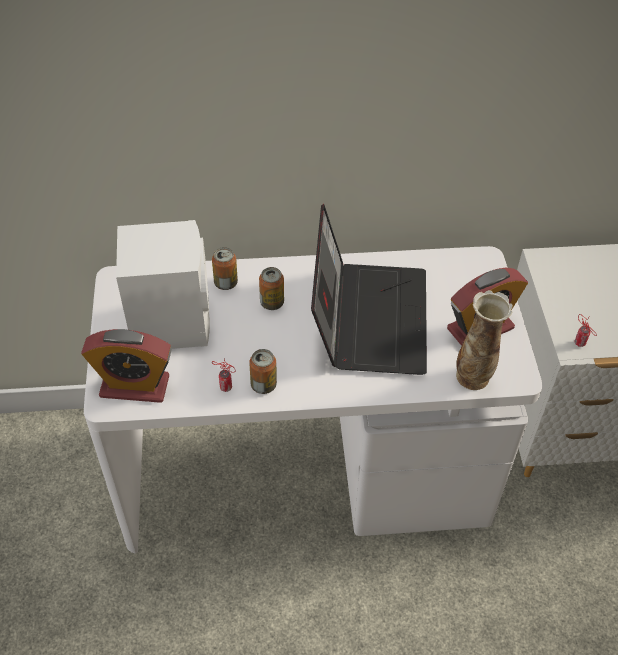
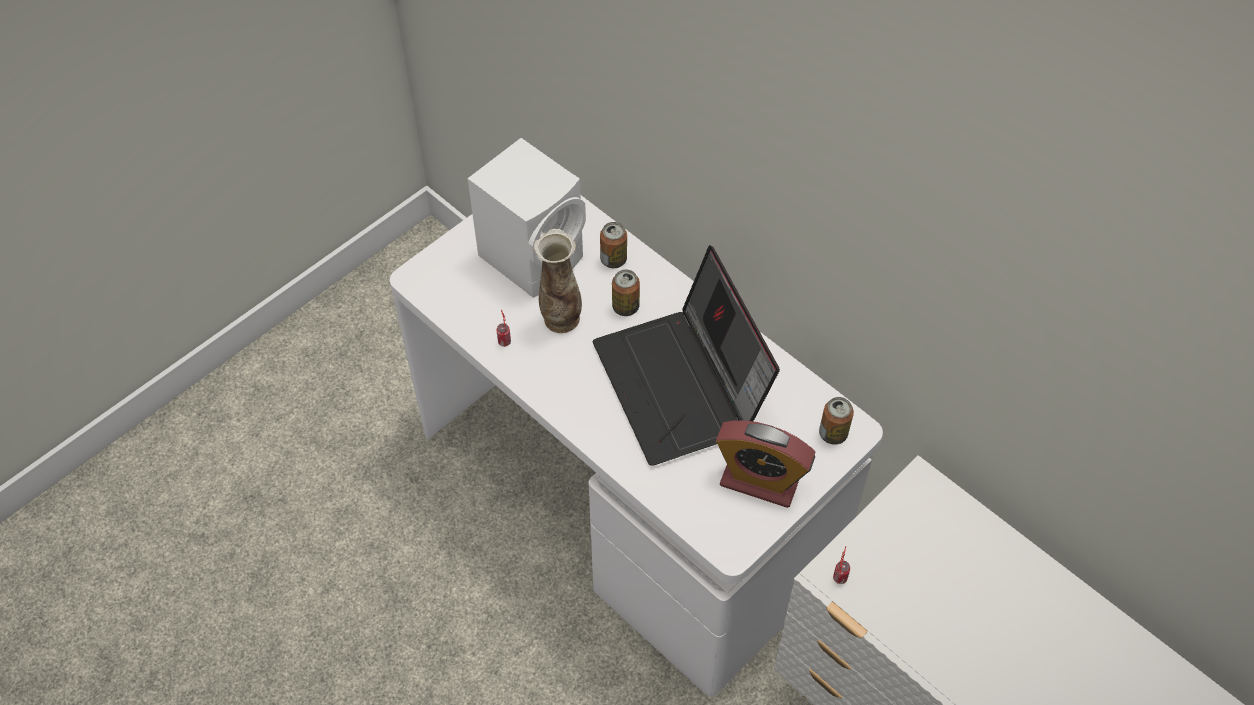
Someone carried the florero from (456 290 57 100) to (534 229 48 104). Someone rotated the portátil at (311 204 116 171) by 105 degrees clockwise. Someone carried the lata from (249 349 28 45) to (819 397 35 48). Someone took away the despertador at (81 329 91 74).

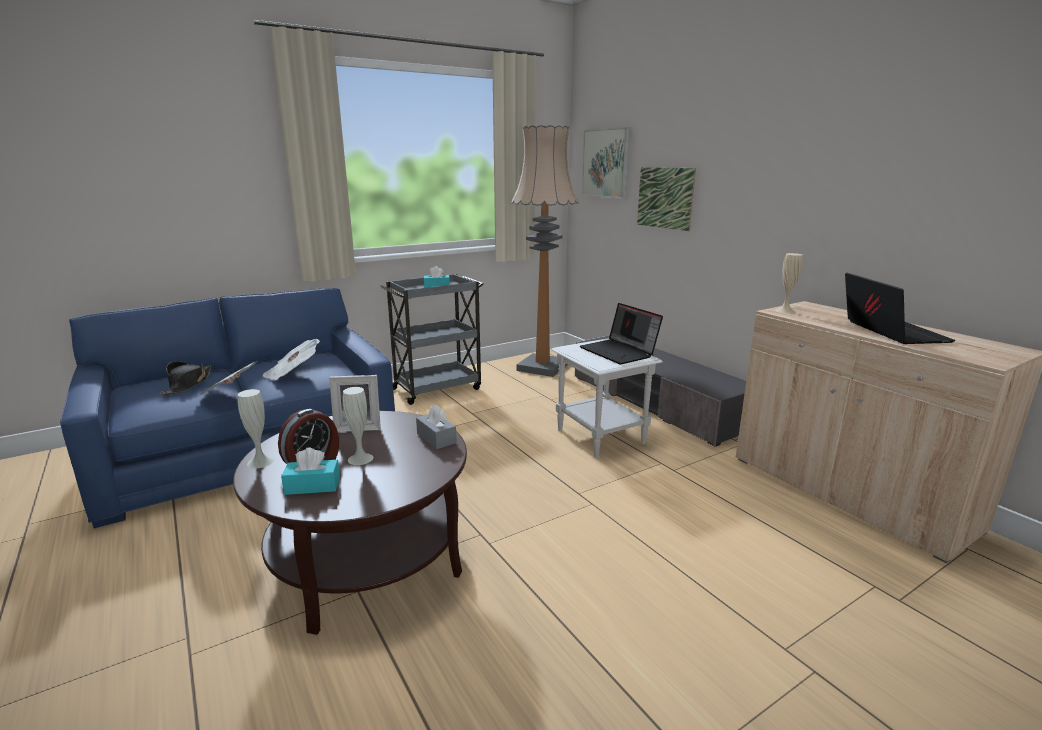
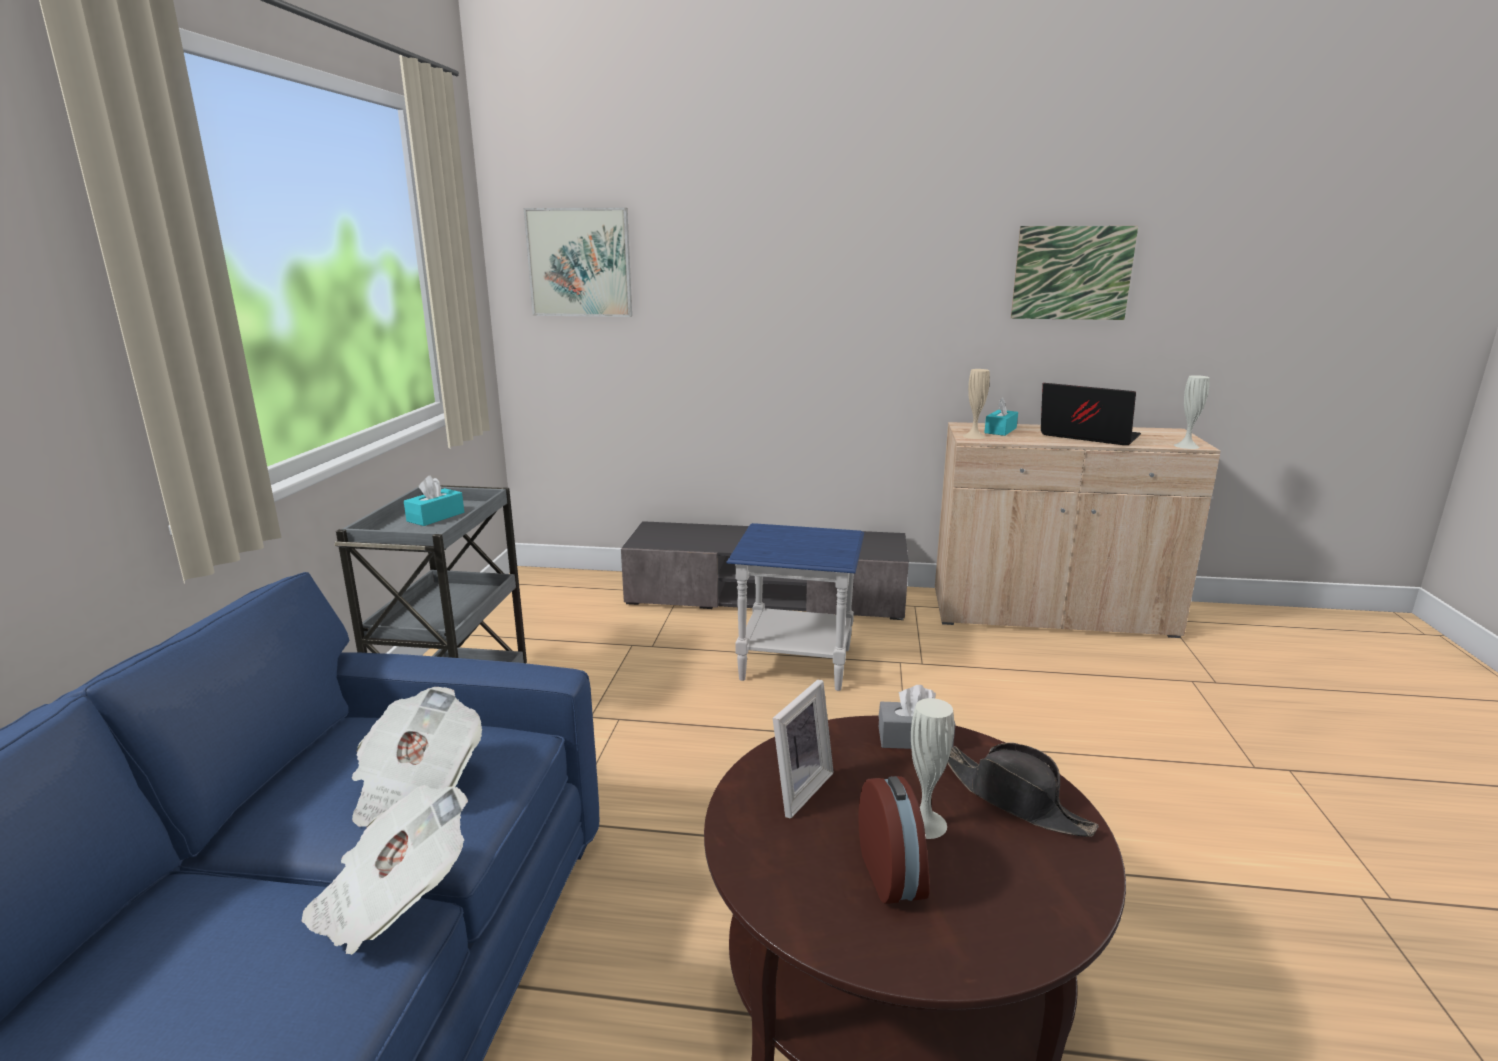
Someone repainted the mesa auxiliar [blanco] at (551 338 112 120), which became the mesa auxiliar [azul] at (726 523 138 168). Someone carried the sombrero [negro] from (160 361 51 34) to (947 742 152 95). Someone carried the caja de pañuelos [turquesa] from (281 447 59 48) to (984 397 34 39). Someone carried the cuadro from (637 167 59 64) to (1011 226 127 94). Someone carried the florero [blanco] from (238 389 36 80) to (1174 375 36 74). Someone took away the lámpara de pie at (511 125 68 252). Someone took away the portátil at (580 303 83 61).

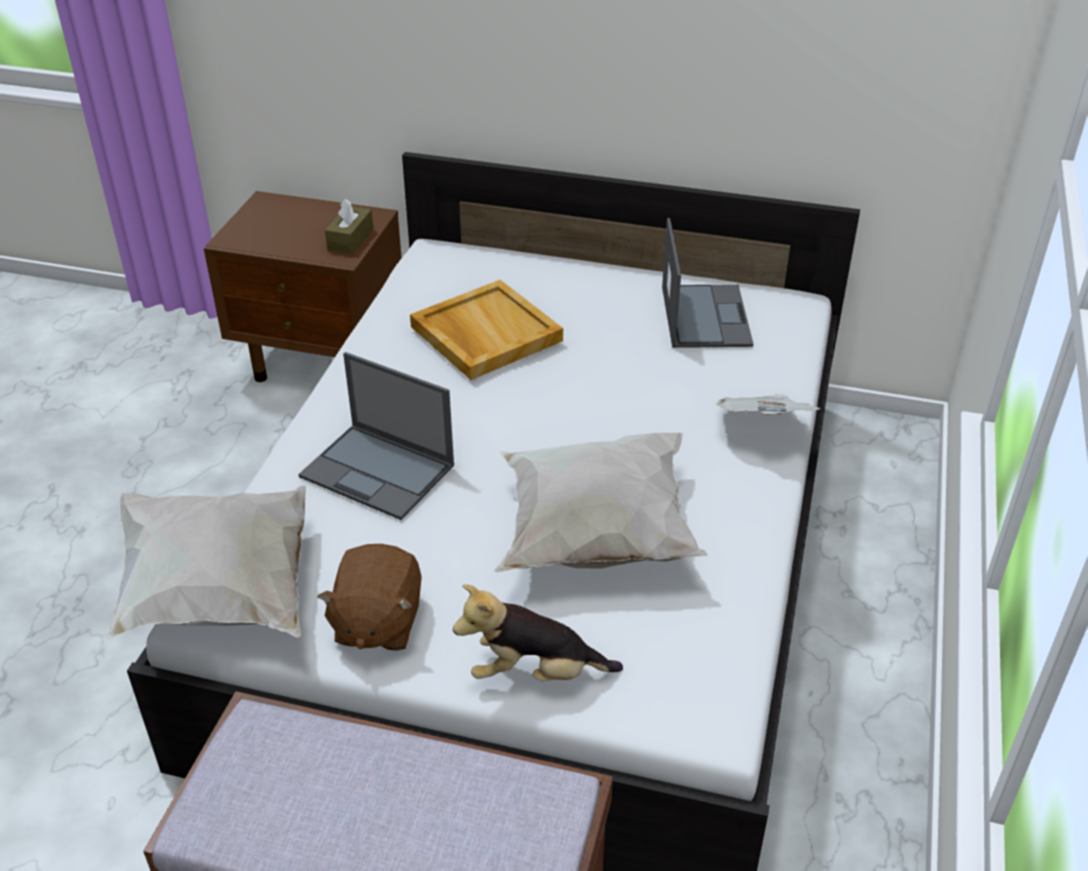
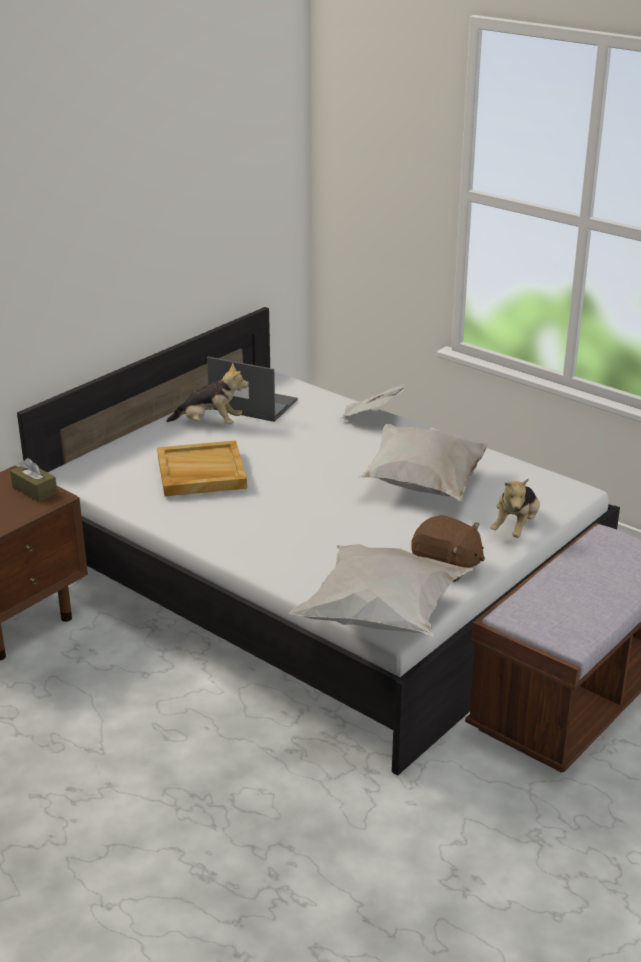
Someone put down the peluche at (166 363 83 61). Someone took away the portátil at (299 352 155 168).

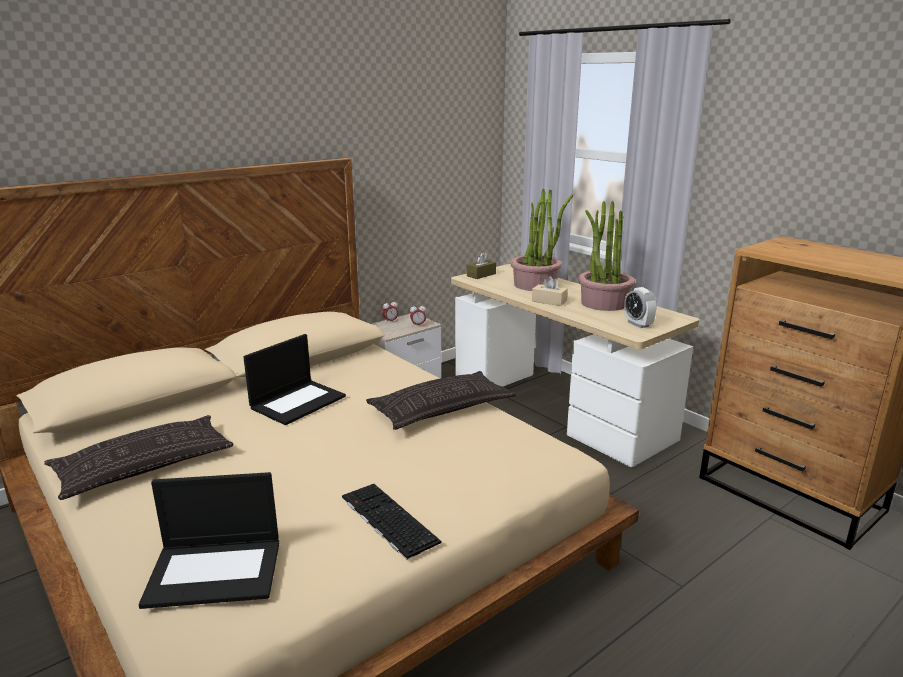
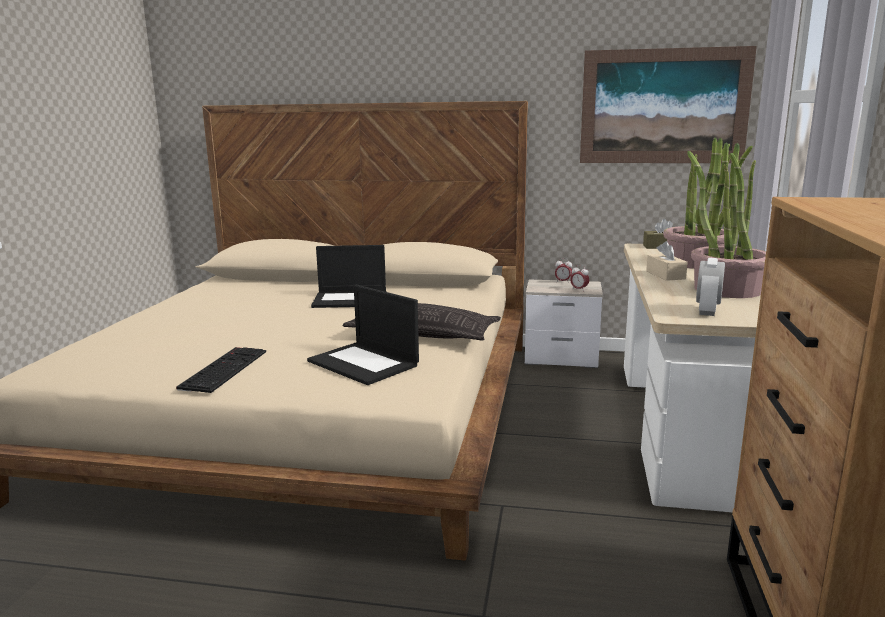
Someone carried the portátil from (138 472 141 137) to (307 284 112 101). Someone put up the cuadro at (580 46 177 117). Someone took away the cojín at (44 415 189 85).

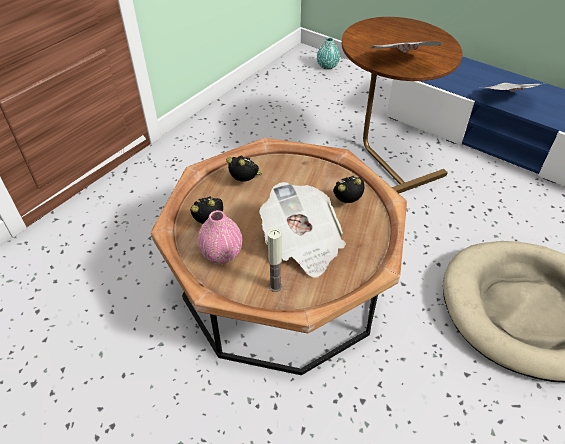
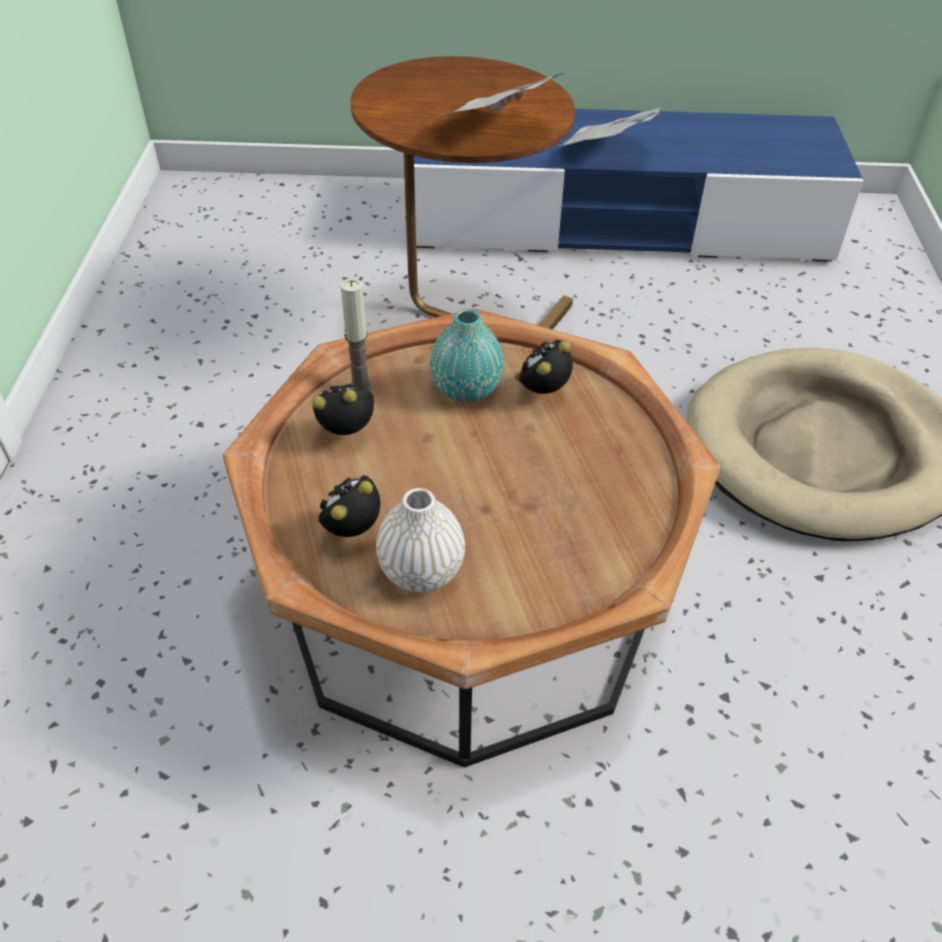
Someone carried the vela from (268 229 15 63) to (341 279 31 112). Someone repainted the florero [rosa] at (198 210 45 53), which became the florero [blanco] at (376 488 89 105). Someone carried the florero [turquesa] from (317 38 23 32) to (430 309 74 93). Someone took away the periódico at (259 182 87 95).

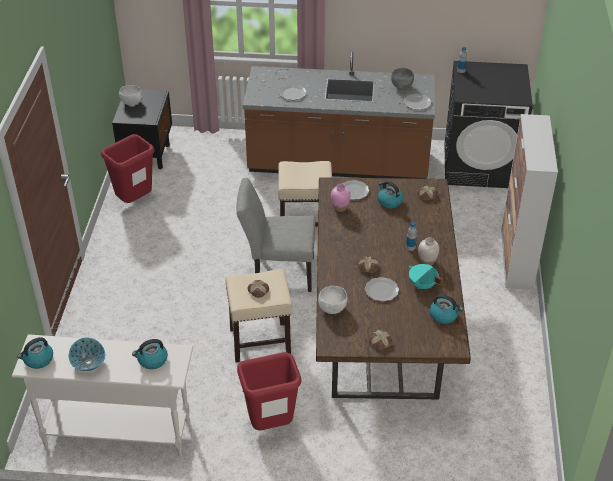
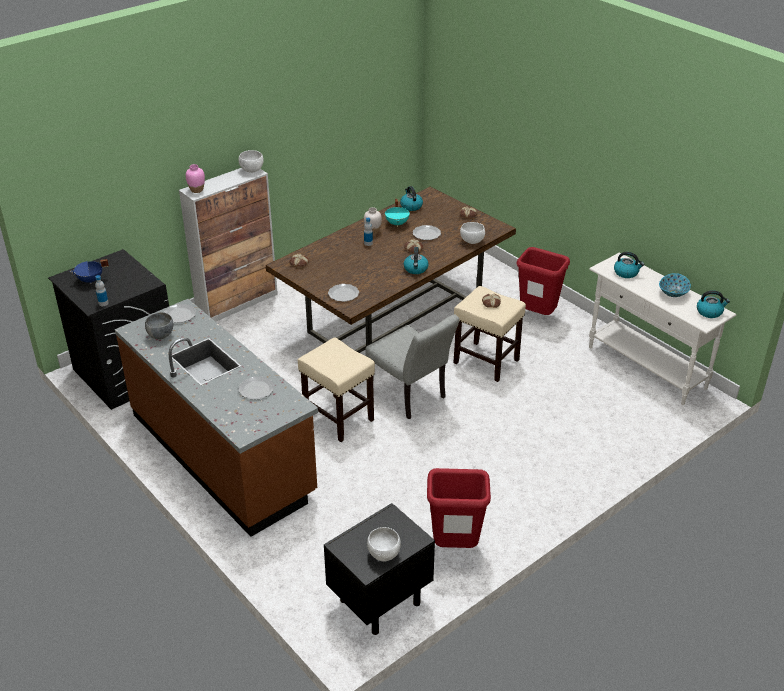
Someone put down the olla [azul] at (70 259 39 25). Someone carried the florero [rosa] from (331 184 20 28) to (186 164 19 29). Someone put down the cuenco [blanco] at (238 150 26 23). Someone carried the hervidor from (378 181 26 27) to (404 247 25 27).

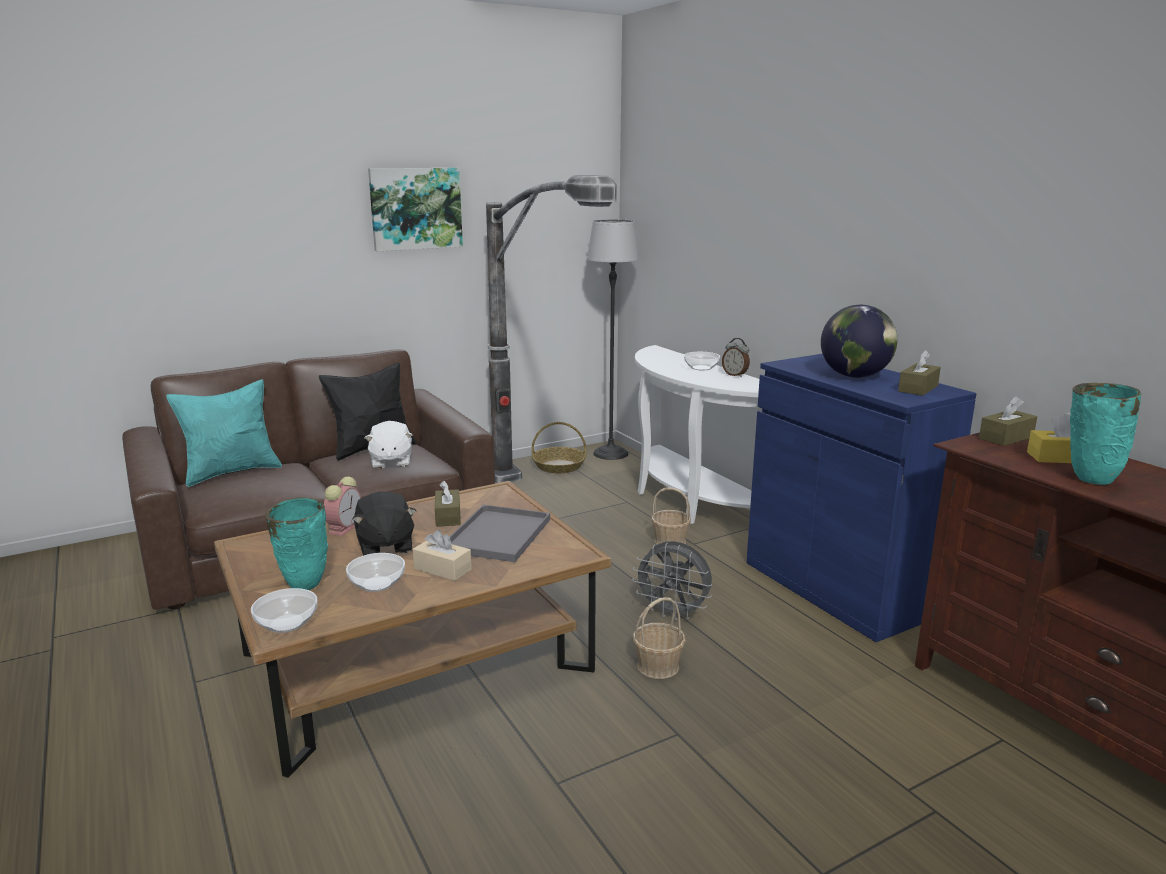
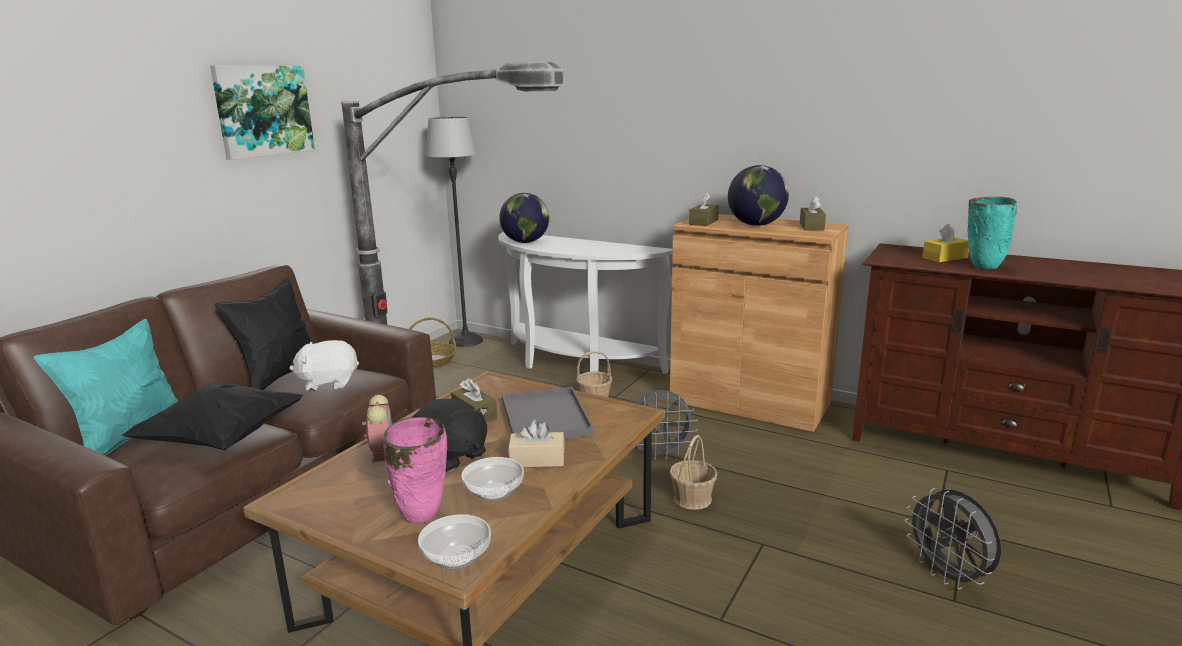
Someone put down the cojín [negro] at (122 384 181 66). Someone rotated the peluche [blanco] at (365 421 48 48) by 120 degrees clockwise. Someone repainted the florero [turquesa] at (265 497 63 93), which became the florero [rosa] at (383 417 64 107). Someone put down the globo terráqueo at (499 193 50 50). Someone repainted the armario [azul] at (746 354 231 288), which became the armario [marrón] at (670 214 179 218). Someone carried the caja de pañuelos [marrón] from (979 396 58 50) to (689 192 30 34). Someone put down the ventilador [gris] at (904 488 98 101). Someone took away the cuenco at (684 352 36 19). Someone took away the despertador at (722 338 28 39).

